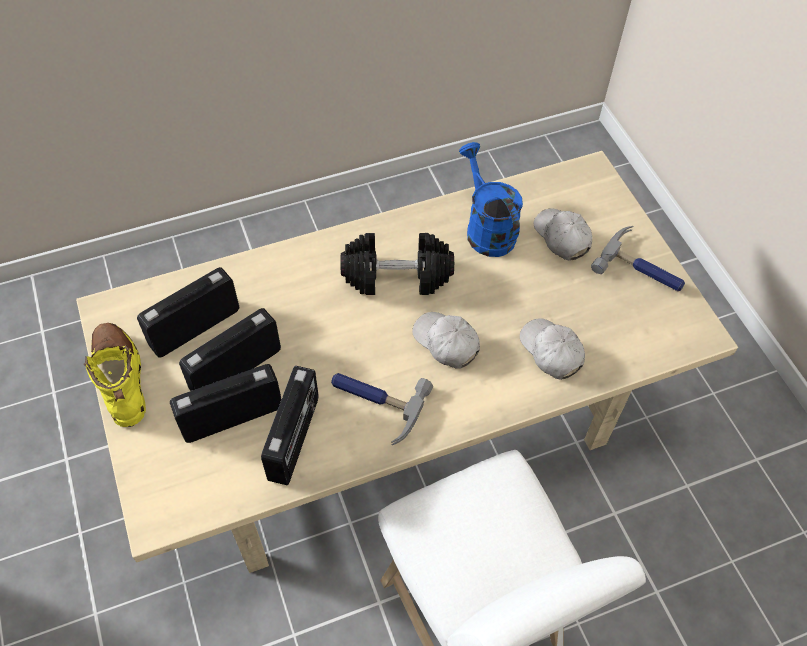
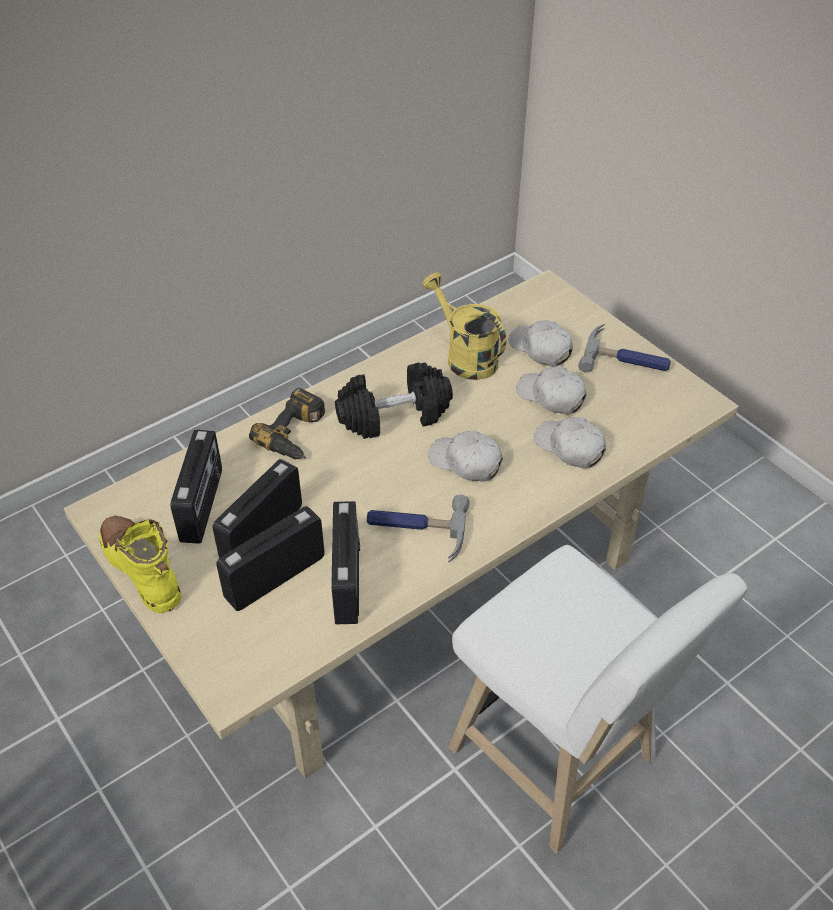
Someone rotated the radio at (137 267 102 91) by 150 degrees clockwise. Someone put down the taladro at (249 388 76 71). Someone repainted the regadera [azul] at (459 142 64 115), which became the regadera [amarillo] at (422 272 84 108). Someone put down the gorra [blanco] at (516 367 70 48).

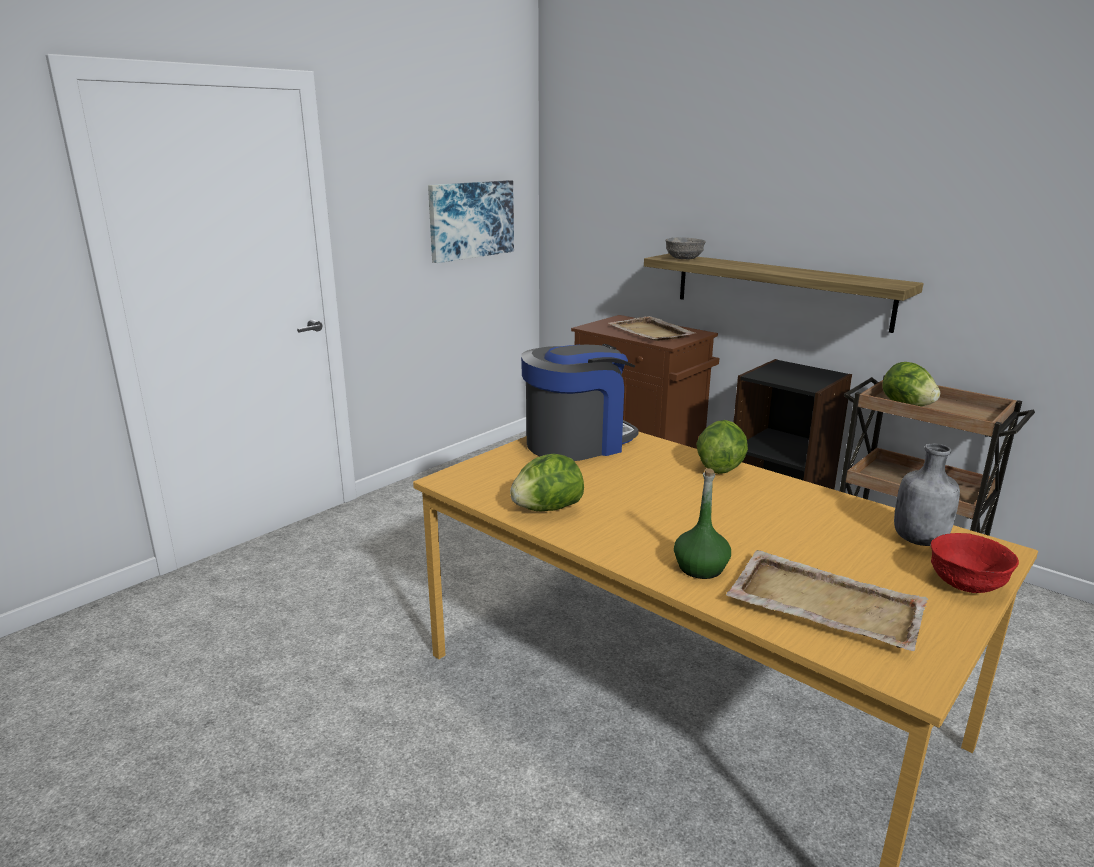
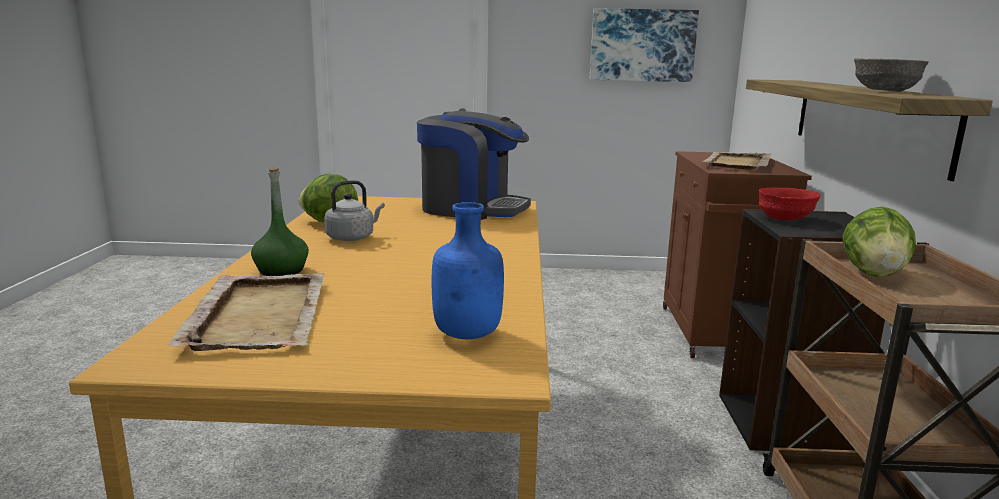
Someone put down the hervidor [gris] at (324 180 61 61). Someone repainted the botella [gris] at (894 443 66 103), which became the botella [azul] at (432 202 72 137). Someone carried the cuenco [rojo] from (931 533 88 60) to (759 187 62 33). Someone carried the cuenco [gris] from (665 237 41 22) to (854 58 75 34). Someone took away the lechuga at (696 420 52 54).

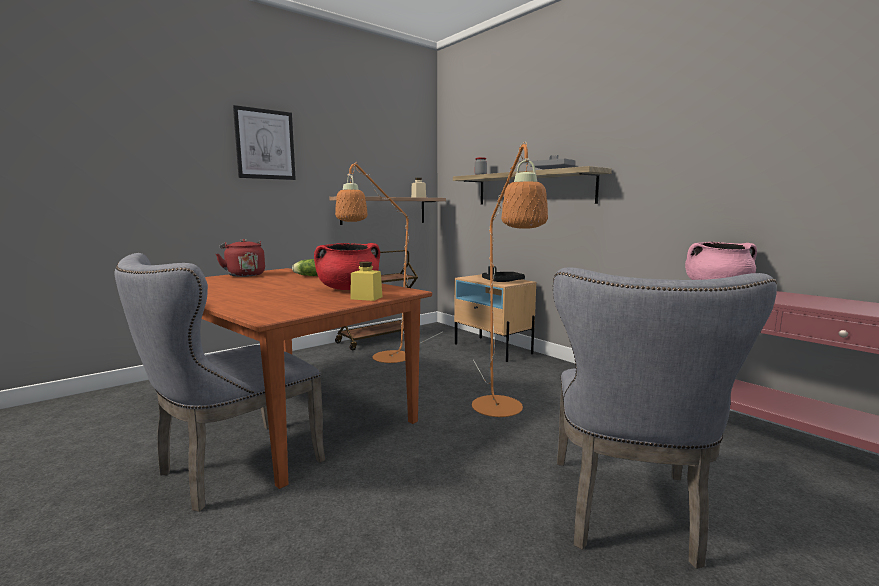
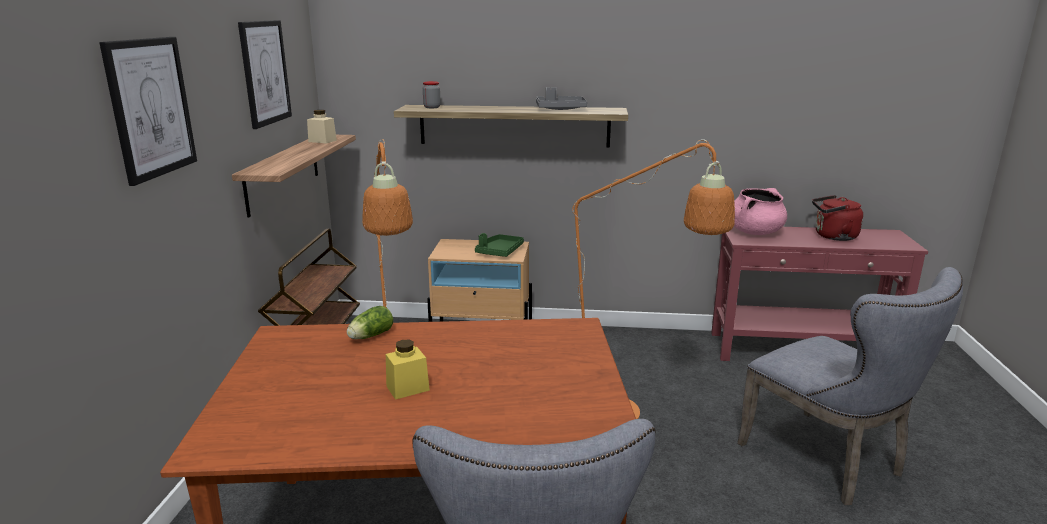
Someone put up the cuadro at (238 20 54 109). Someone carried the tarro [amarillo] from (350 262 33 39) to (386 340 44 60). Someone repainted the bandeja [negro] at (482 266 43 16), which became the bandeja [verde] at (475 233 49 24). Someone carried the hervidor [rojo] from (216 239 49 38) to (812 195 51 46). Someone took away the olla [rojo] at (314 243 66 47).

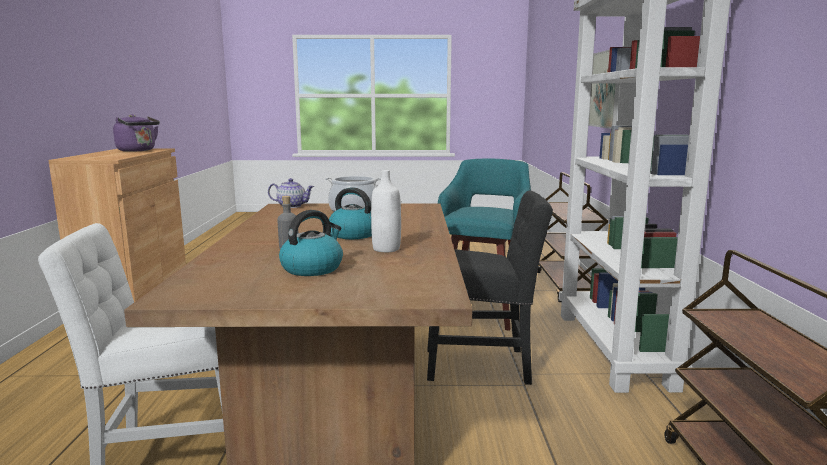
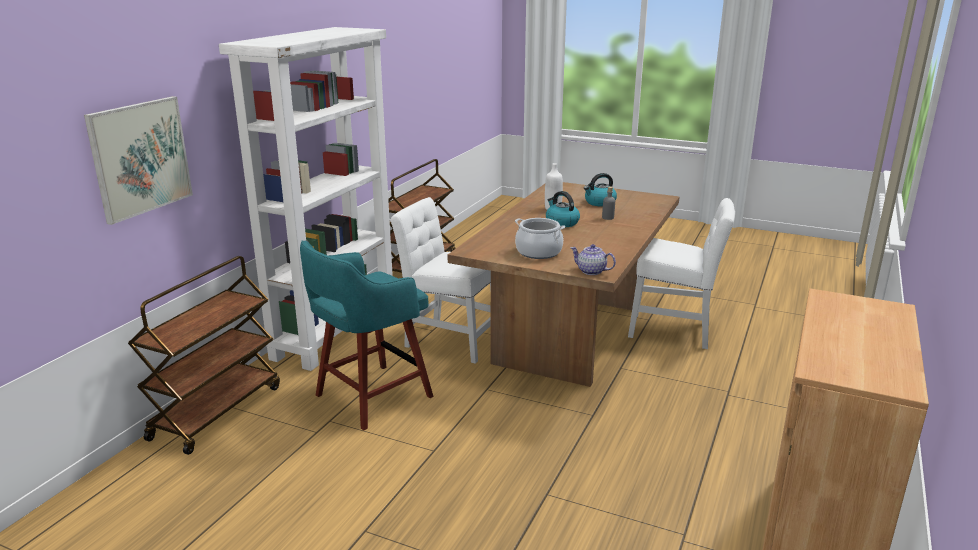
Someone repainted the silla [negro] at (427 190 126 195), which became the silla [blanco] at (391 197 100 167). Someone took away the hervidor [morado] at (113 114 47 38).

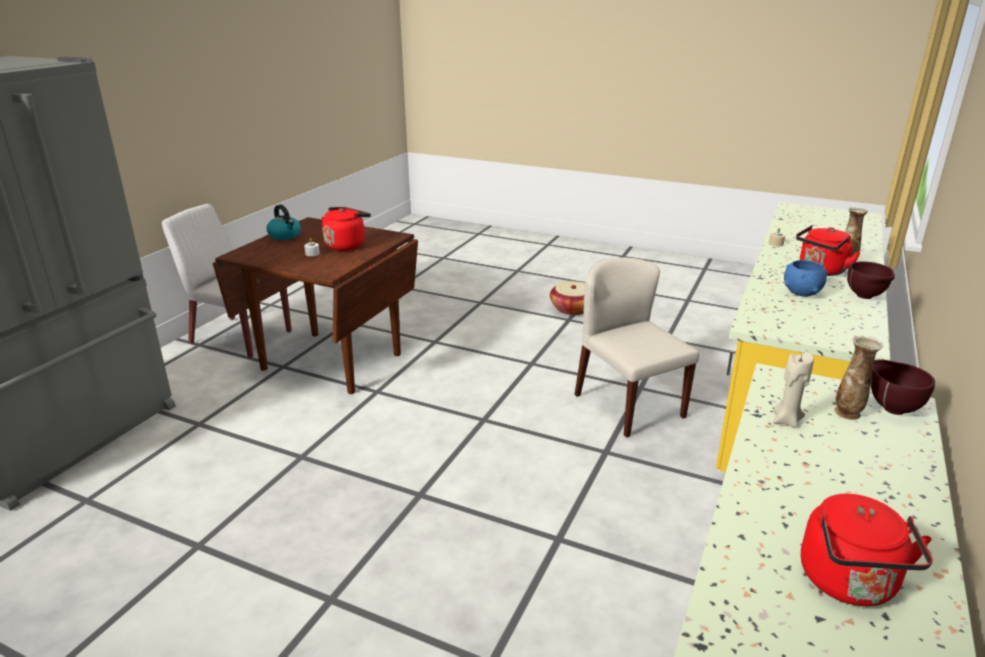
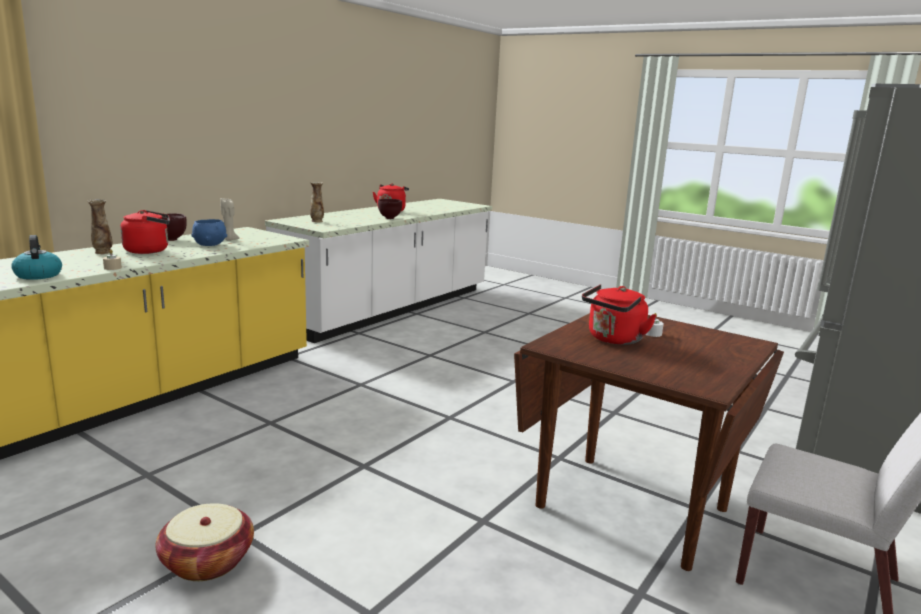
Someone carried the hervidor from (267 205 34 35) to (11 235 51 45). Someone carried the vela [beis] from (773 353 41 75) to (220 198 20 43). Someone carried the cuenco [marrón] from (871 359 64 56) to (378 199 24 20). Someone took away the silla [beis] at (574 257 125 181).

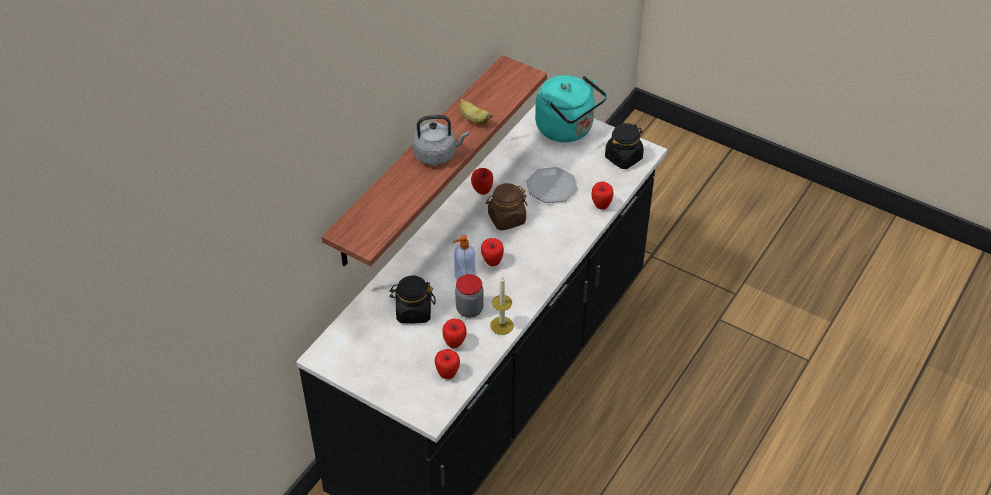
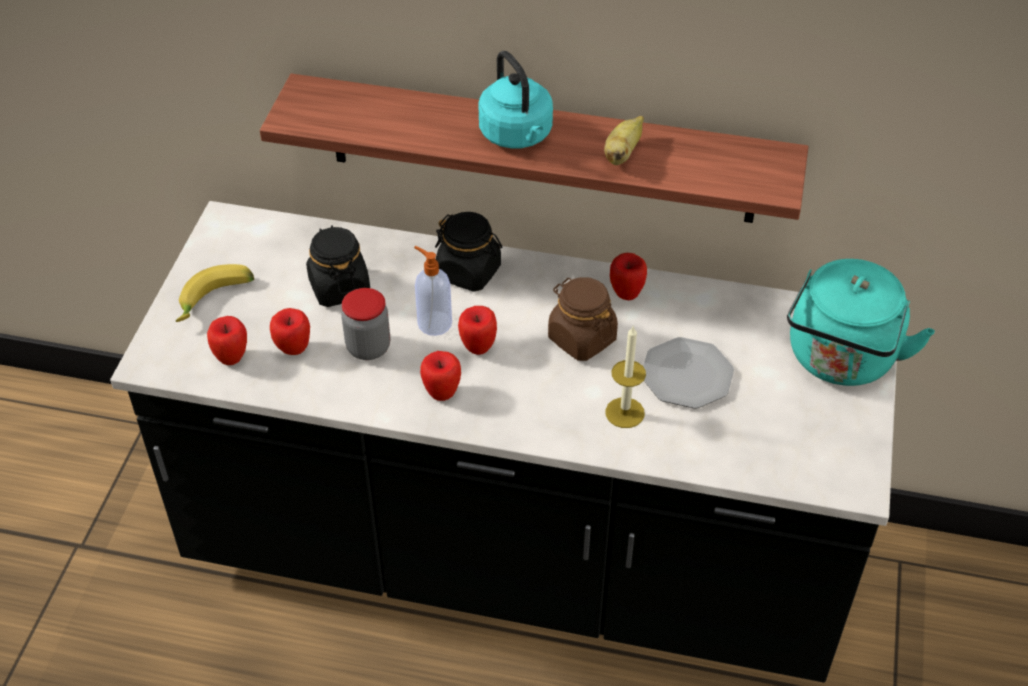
Someone put down the plátano at (176 264 78 58). Someone carried the manzana from (592 181 21 29) to (420 351 41 50). Someone carried the tarro [negro] from (605 123 39 46) to (435 212 67 80). Someone repainted the hervidor [gris] at (412 115 57 50), which became the hervidor [turquesa] at (479 51 74 98). Someone carried the vela from (490 276 24 59) to (605 326 41 102).

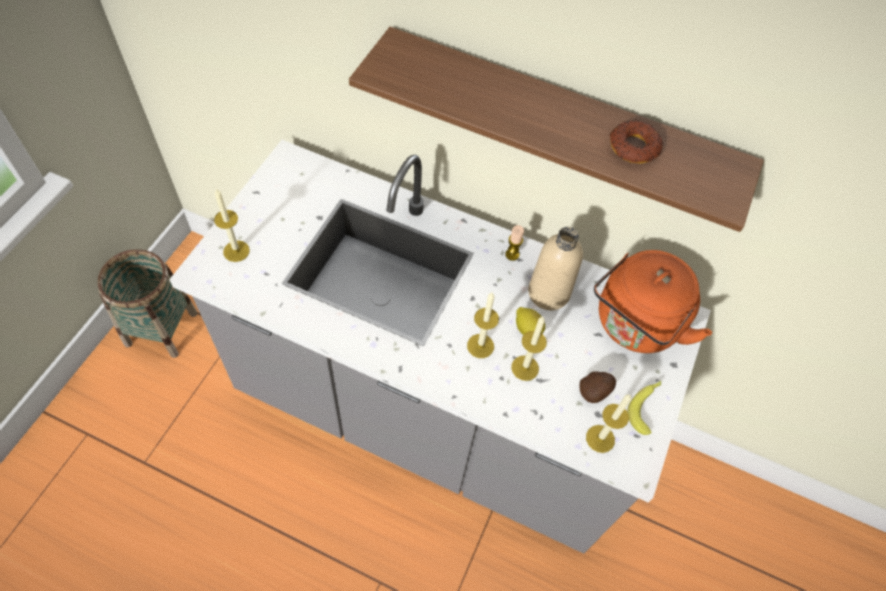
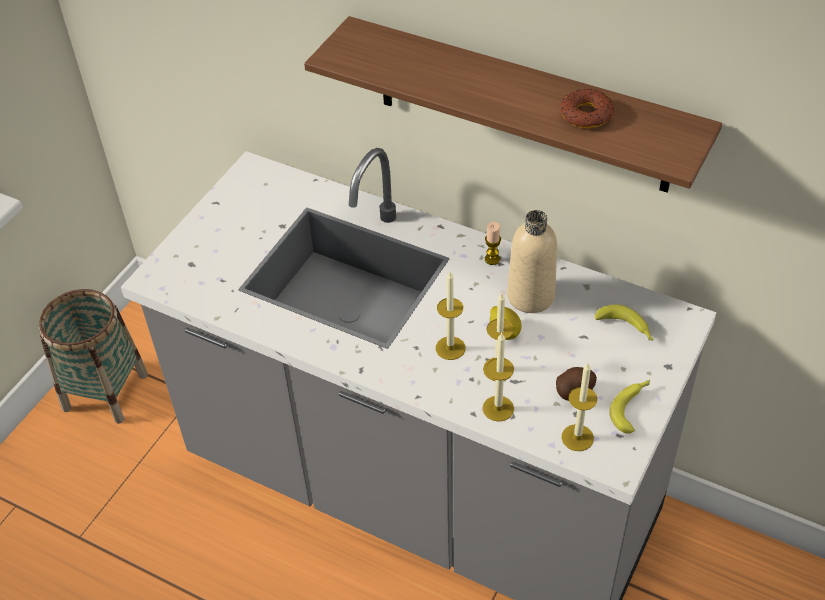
Someone carried the vela from (214 189 36 73) to (482 333 32 89). Someone swapped the hervidor [naranja] at (594 250 118 103) for the plátano at (595 305 59 35).

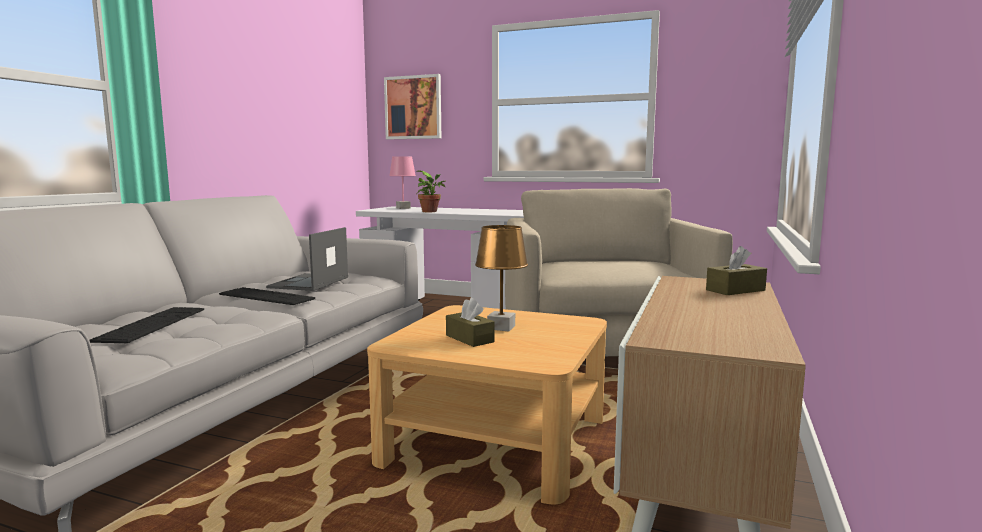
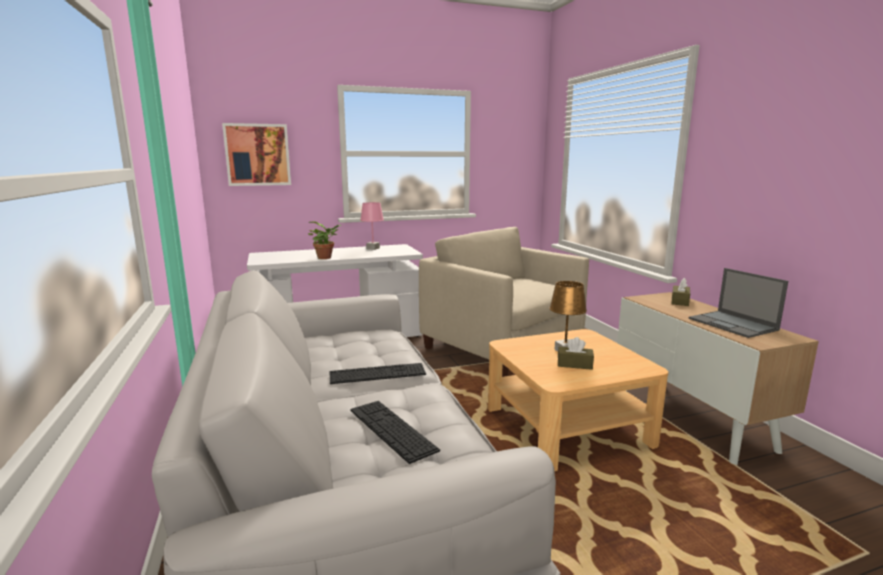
Someone carried the lámpara de mesa [rosa] from (389 156 27 53) to (360 202 24 48). Someone carried the portátil from (266 227 82 64) to (689 268 99 70).

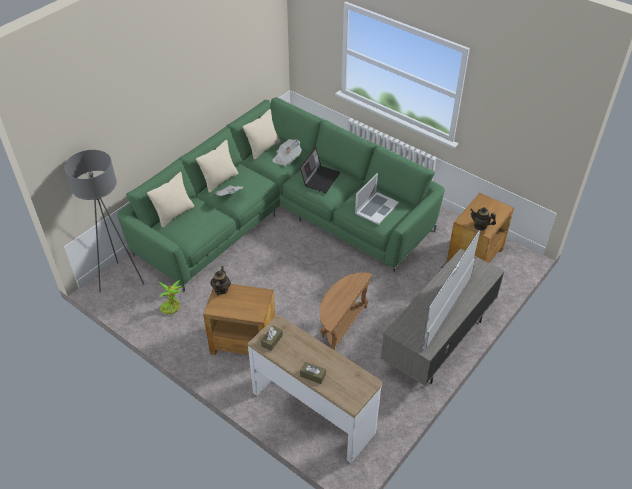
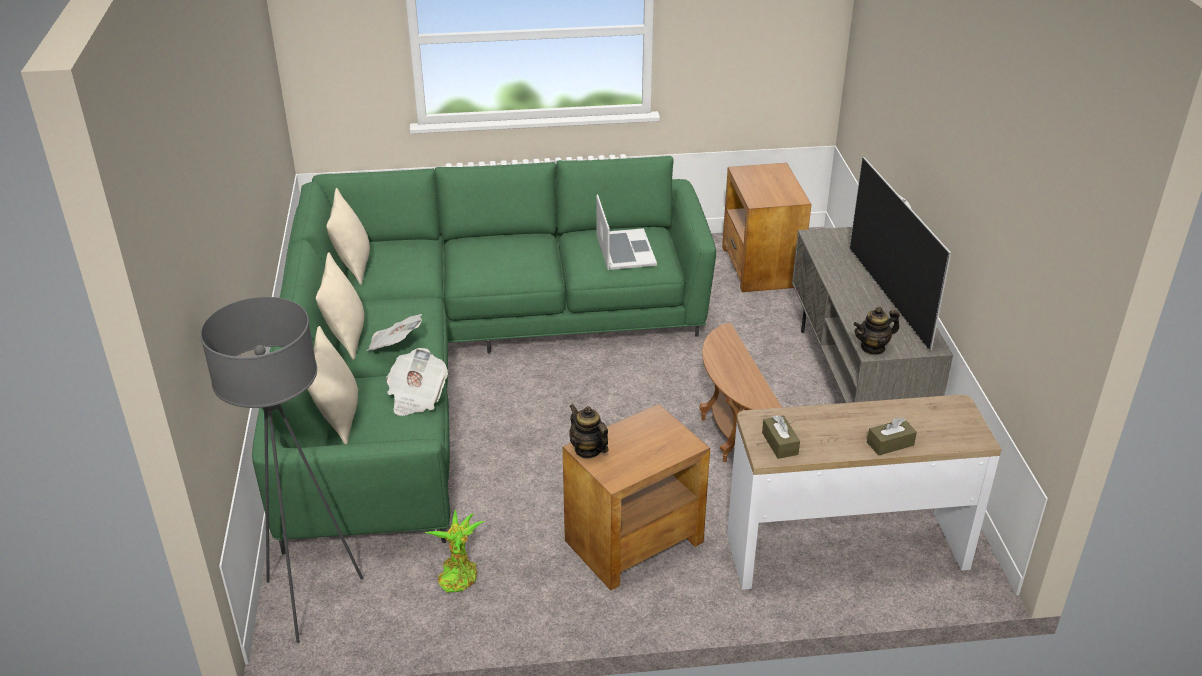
Someone carried the periódico from (273 139 28 27) to (386 348 62 68). Someone carried the tetera from (470 207 26 23) to (853 307 47 48). Someone took away the portátil at (300 148 41 45).

